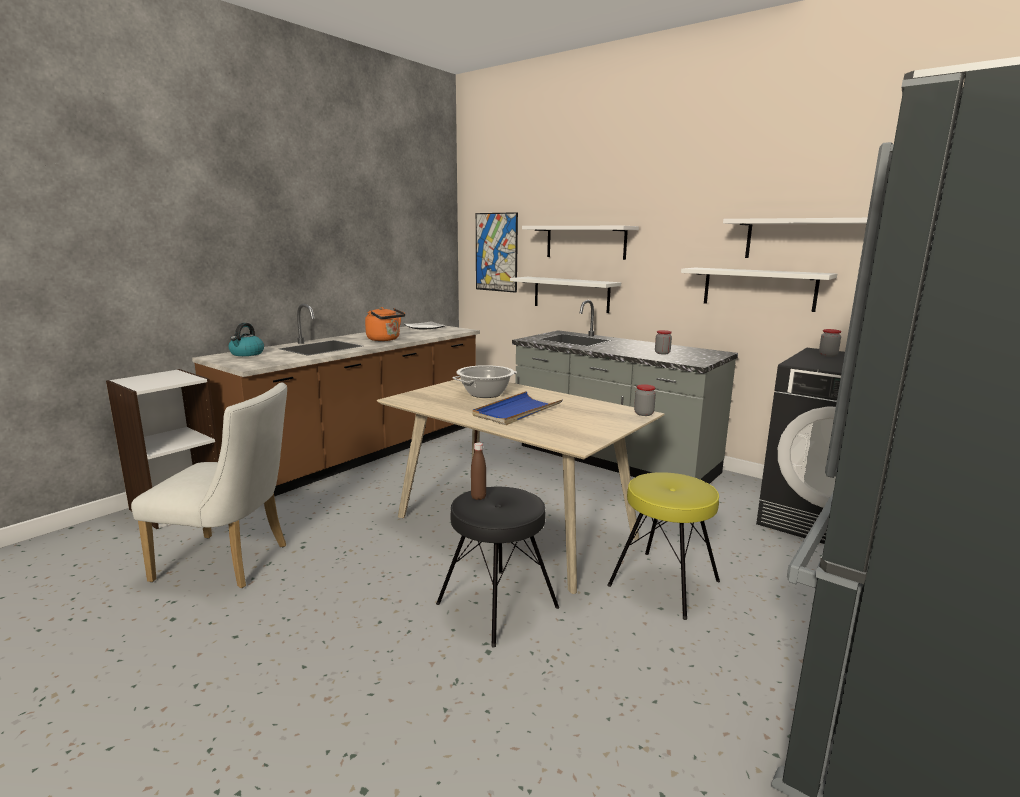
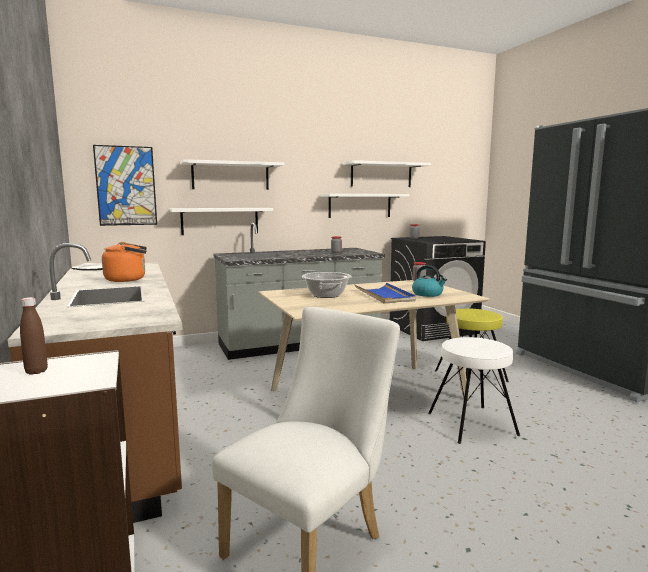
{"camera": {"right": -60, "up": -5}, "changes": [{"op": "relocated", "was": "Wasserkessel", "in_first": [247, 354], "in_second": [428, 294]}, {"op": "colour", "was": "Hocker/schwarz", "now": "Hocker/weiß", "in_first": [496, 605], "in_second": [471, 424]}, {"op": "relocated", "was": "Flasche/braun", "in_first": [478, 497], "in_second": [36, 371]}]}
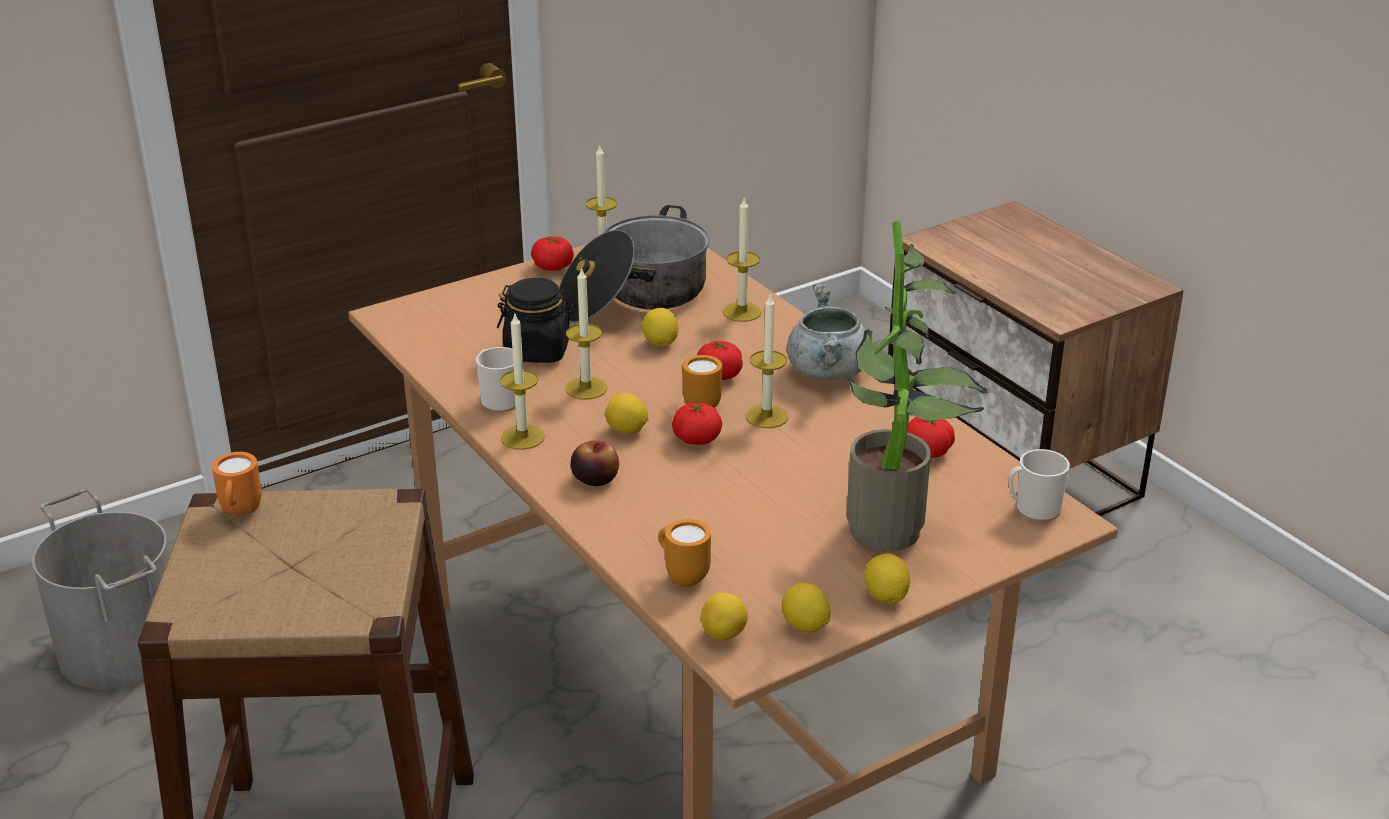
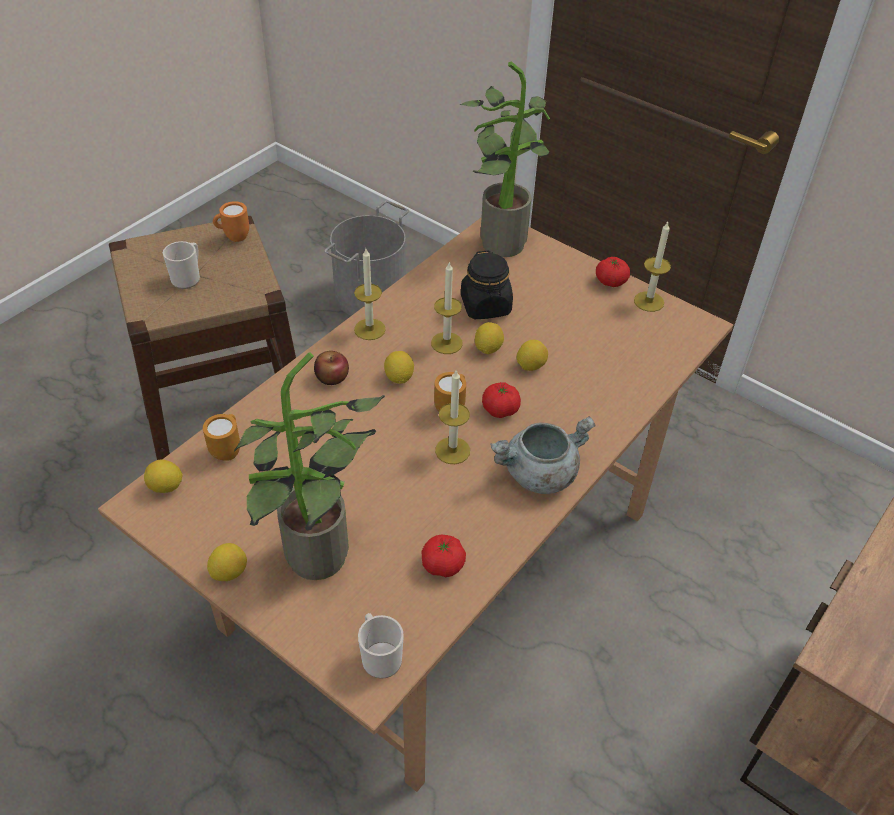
{"camera": {"right": 70, "up": 15}, "changes": [{"op": "relocated", "was": "Henkelbecher", "in_first": [498, 399], "in_second": [188, 278]}, {"op": "missing", "was": "Kochtopf", "in_first": [634, 297]}, {"op": "missing", "was": "Tomate", "in_first": [697, 439]}, {"op": "missing", "was": "Kerze", "in_first": [742, 312]}, {"op": "relocated", "was": "Zitrone", "in_first": [805, 626], "in_second": [488, 348]}, {"op": "appeared", "now": "Topfpflanze", "in_second": [500, 239]}]}
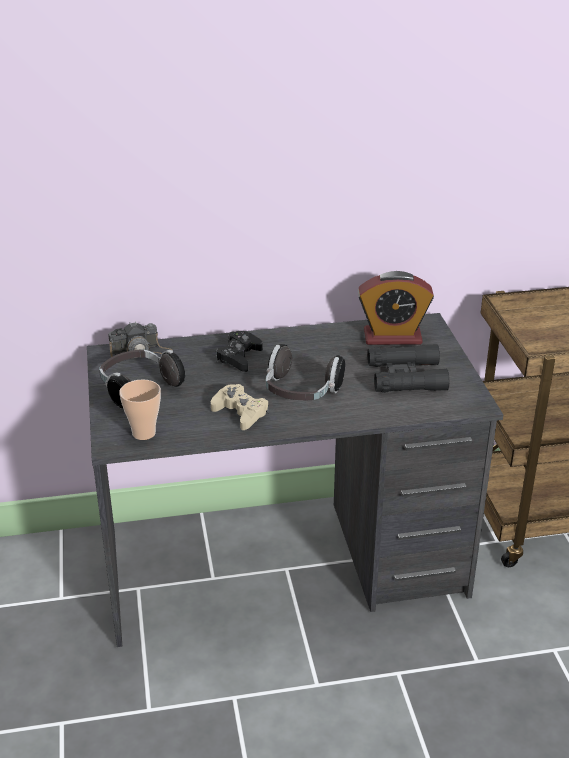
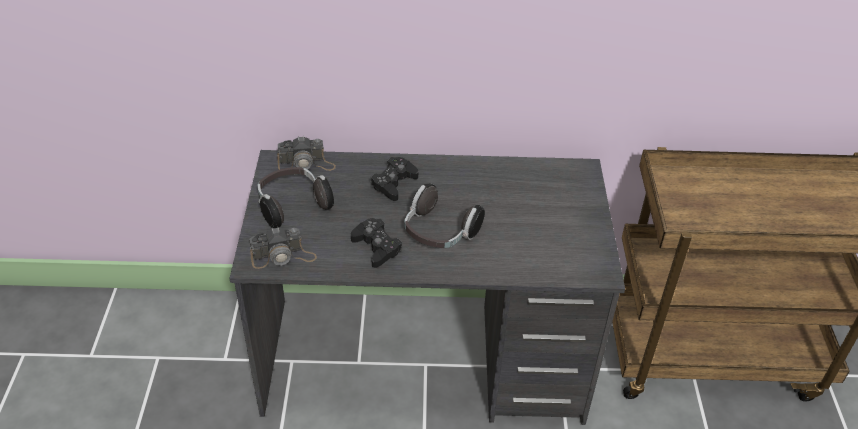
{"camera": {"right": 10, "up": 10}, "changes": [{"op": "exchanged", "was": "Tasse", "now": "Kamera", "in_first": [144, 433], "in_second": [283, 256]}, {"op": "colour", "was": "Gamepad/beige", "now": "Gamepad/schwarz", "in_first": [240, 412], "in_second": [376, 247]}, {"op": "missing", "was": "Wecker", "in_first": [392, 337]}, {"op": "missing", "was": "Fernglas/schwarz", "in_first": [406, 377]}]}
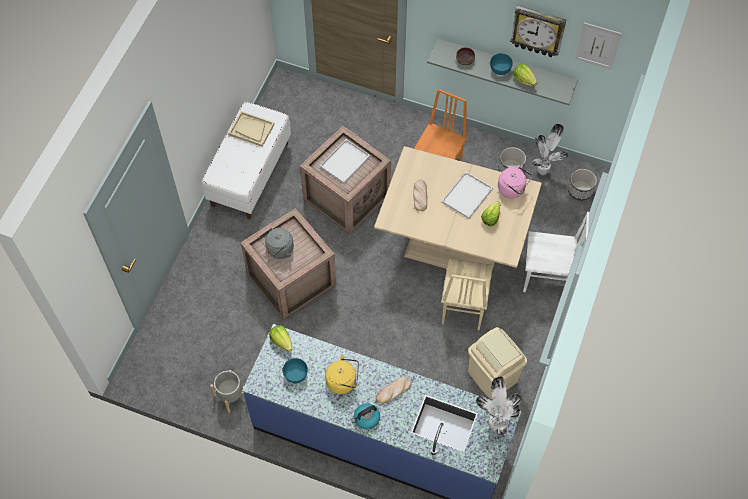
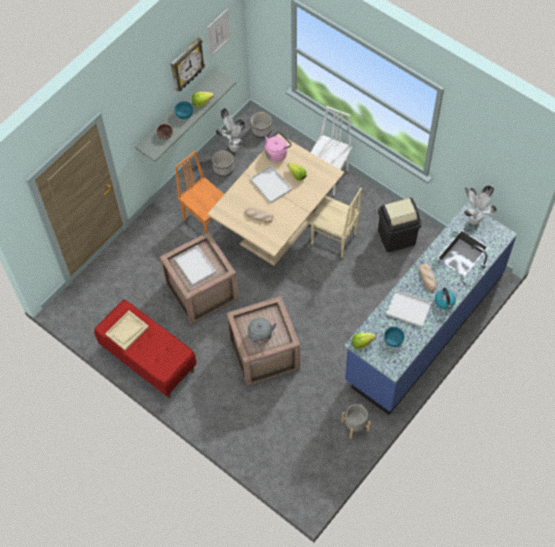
{"camera": {"right": -70, "up": 0}, "changes": [{"op": "colour", "was": "Bank/weiß", "now": "Bank/rot", "in_first": [250, 173], "in_second": [148, 359]}, {"op": "exchanged", "was": "Wasserkessel/gelb", "now": "Tablett/weiß", "in_first": [343, 381], "in_second": [409, 309]}, {"op": "colour", "was": "Mülleimer/beige", "now": "Mülleimer/schwarz", "in_first": [493, 375], "in_second": [396, 237]}]}
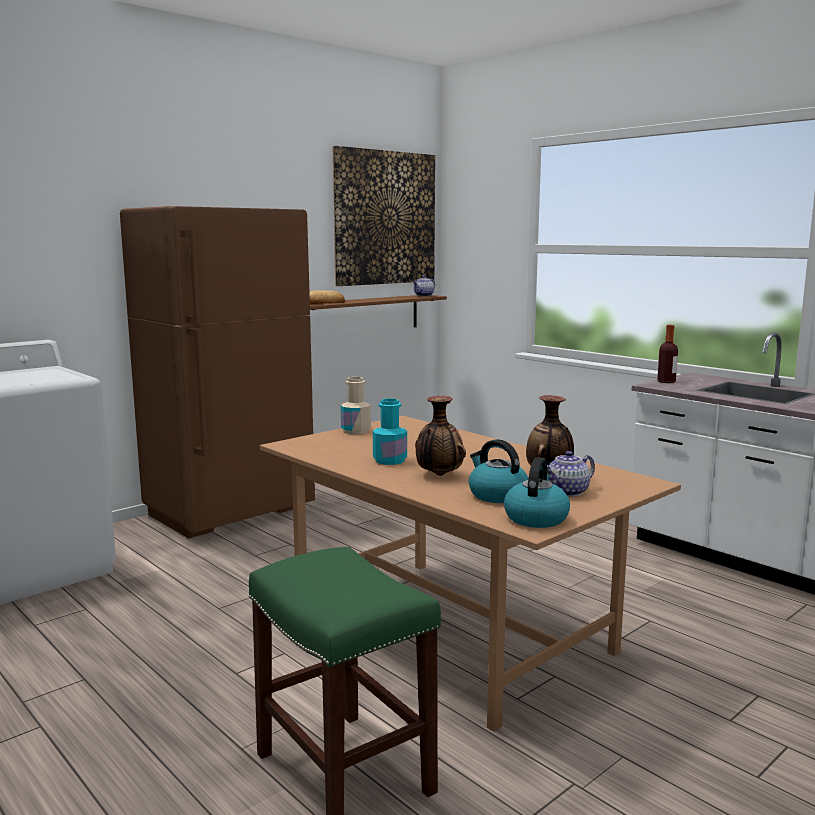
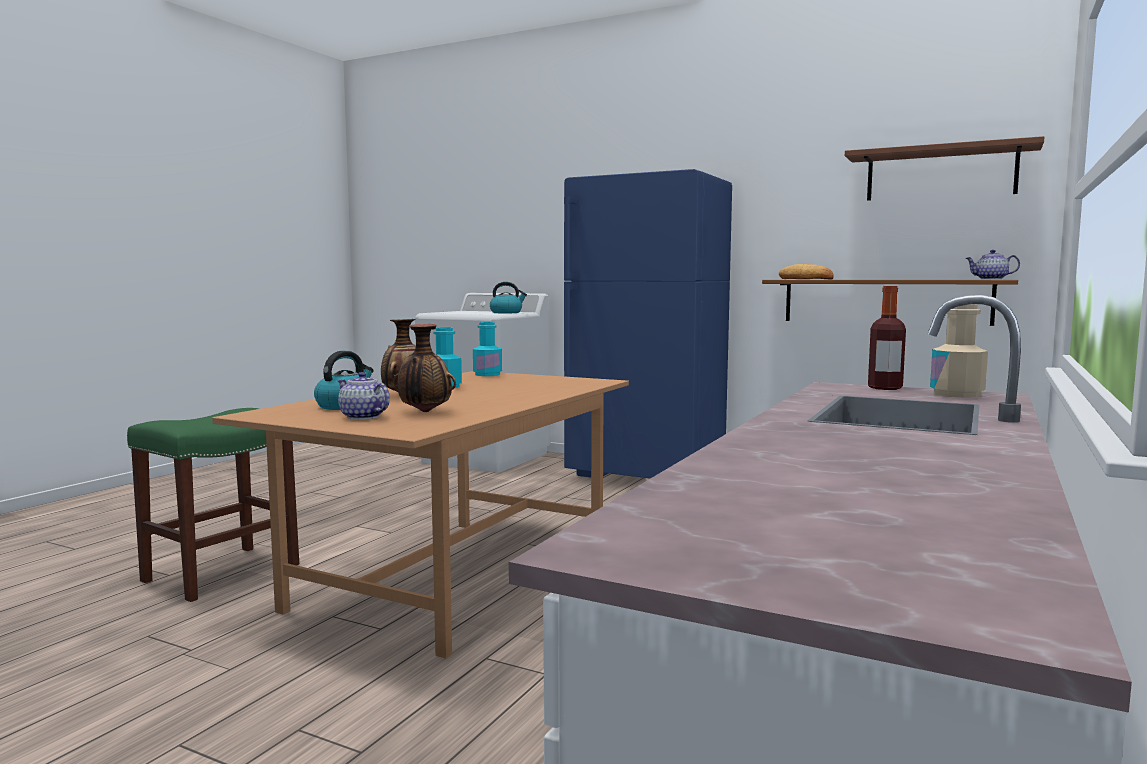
{"camera": {"right": 70, "up": -5}, "changes": [{"op": "colour", "was": "Kühlschrank/braun", "now": "Kühlschrank/blau", "in_first": [231, 514], "in_second": [646, 476]}, {"op": "exchanged", "was": "Bild", "now": "Wandregal/braun", "in_first": [385, 218], "in_second": [940, 174]}, {"op": "relocated", "was": "Flasche/beige", "in_first": [356, 431], "in_second": [956, 394]}, {"op": "relocated", "was": "Wasserkessel", "in_first": [536, 518], "in_second": [506, 312]}, {"op": "appeared", "now": "Flasche/türkis", "in_second": [487, 374]}]}
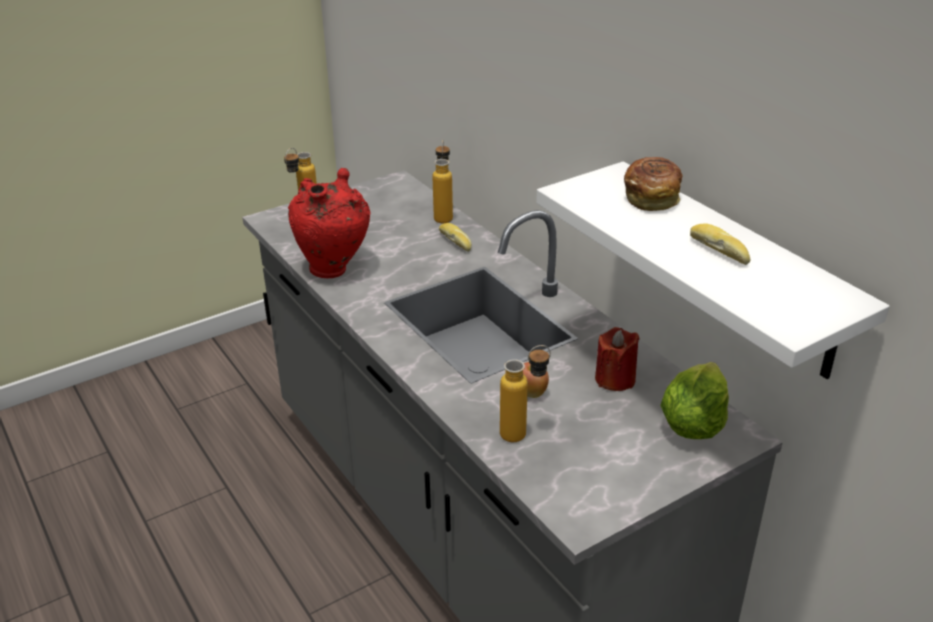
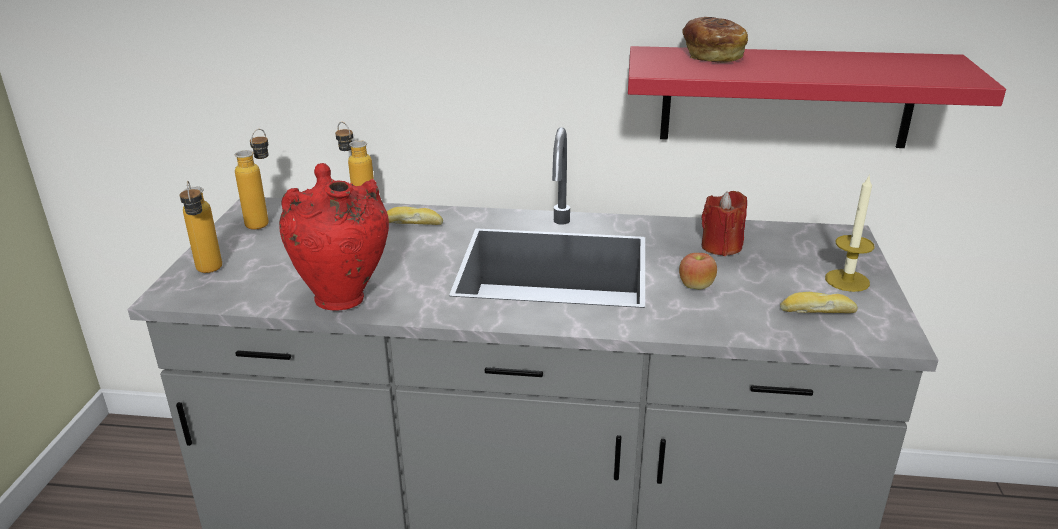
{"camera": {"right": -50, "up": -5}, "changes": [{"op": "relocated", "was": "Flasche", "in_first": [523, 433], "in_second": [264, 221]}, {"op": "colour", "was": "Wandregal/weiß", "now": "Wandregal/rot", "in_first": [732, 269], "in_second": [786, 97]}, {"op": "missing", "was": "Salatkopf", "in_first": [693, 424]}, {"op": "relocated", "was": "Brot", "in_first": [720, 250], "in_second": [817, 311]}, {"op": "appeared", "now": "Kerze", "in_second": [847, 280]}]}
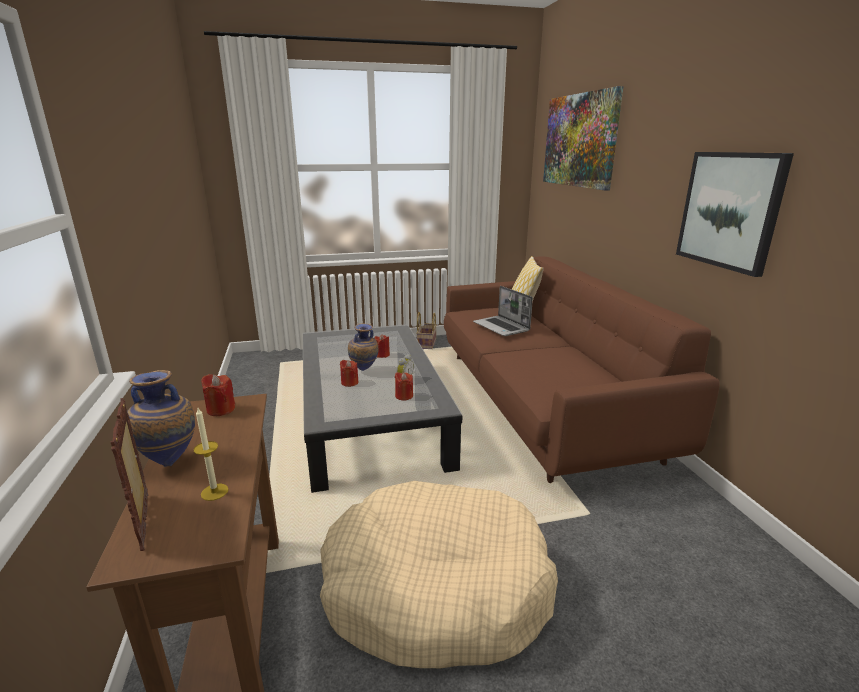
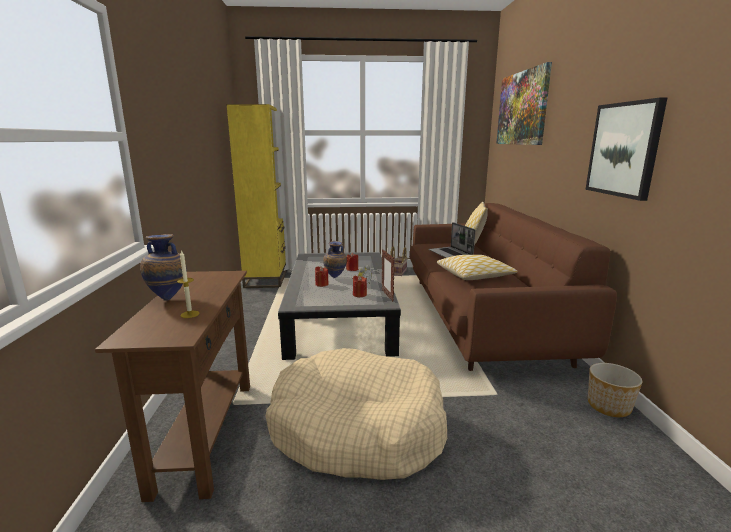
{"camera": {"right": 10, "up": -5}, "changes": [{"op": "relocated", "was": "Bilderrahmen", "in_first": [146, 521], "in_second": [387, 295]}, {"op": "missing", "was": "Kerze/rot", "in_first": [221, 409]}, {"op": "appeared", "now": "Bücherregal/gelb", "in_second": [266, 279]}, {"op": "appeared", "now": "Kissen", "in_second": [474, 276]}, {"op": "appeared", "now": "Pflanzkübel", "in_second": [609, 406]}]}
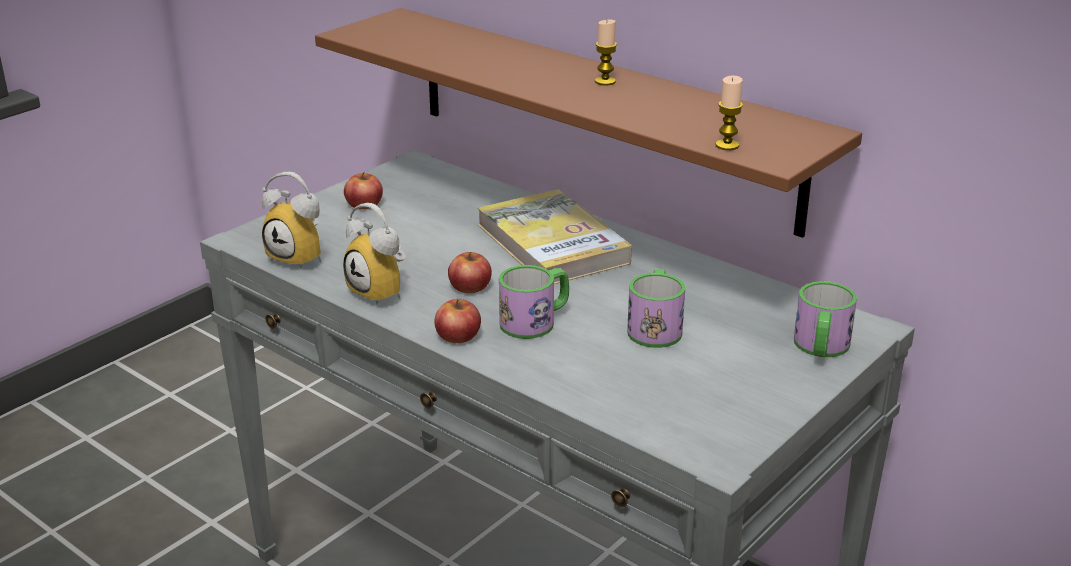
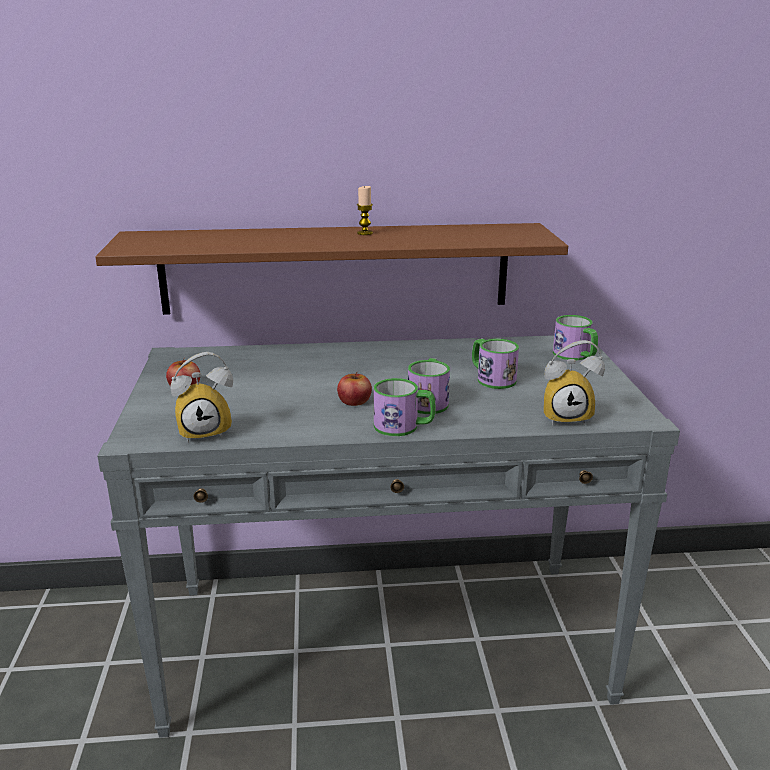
{"camera": {"right": -45, "up": -5}, "changes": [{"op": "relocated", "was": "Wecker", "in_first": [383, 292], "in_second": [567, 417]}, {"op": "exchanged", "was": "Apfel", "now": "Henkelbecher", "in_first": [458, 335], "in_second": [404, 426]}, {"op": "missing", "was": "Buch", "in_first": [552, 244]}, {"op": "missing", "was": "Kerze", "in_first": [727, 145]}]}
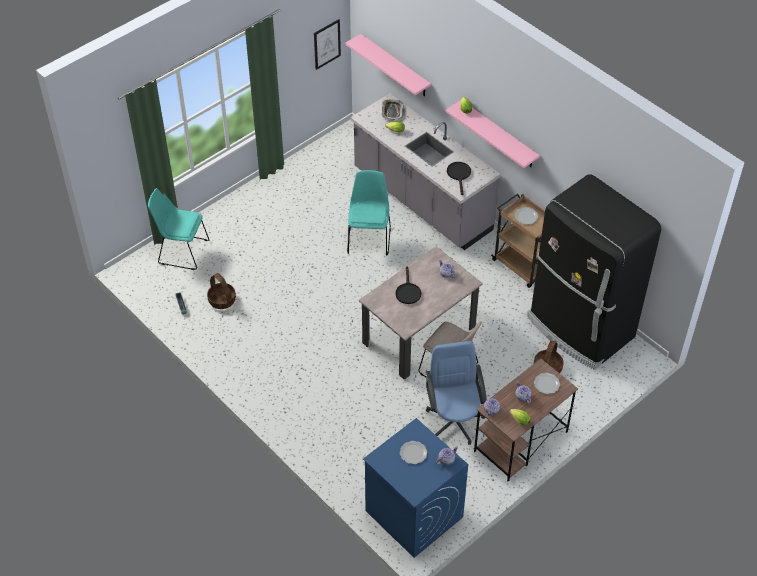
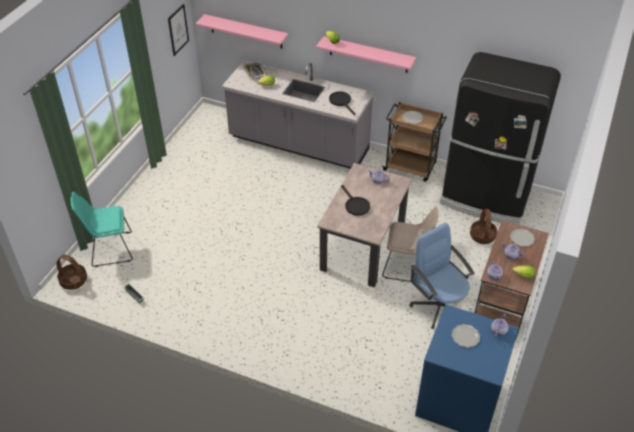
{"camera": {"right": -25, "up": -5}, "changes": [{"op": "relocated", "was": "Korb", "in_first": [222, 300], "in_second": [74, 280]}, {"op": "missing", "was": "Stuhl/türkis", "in_first": [369, 239]}]}
